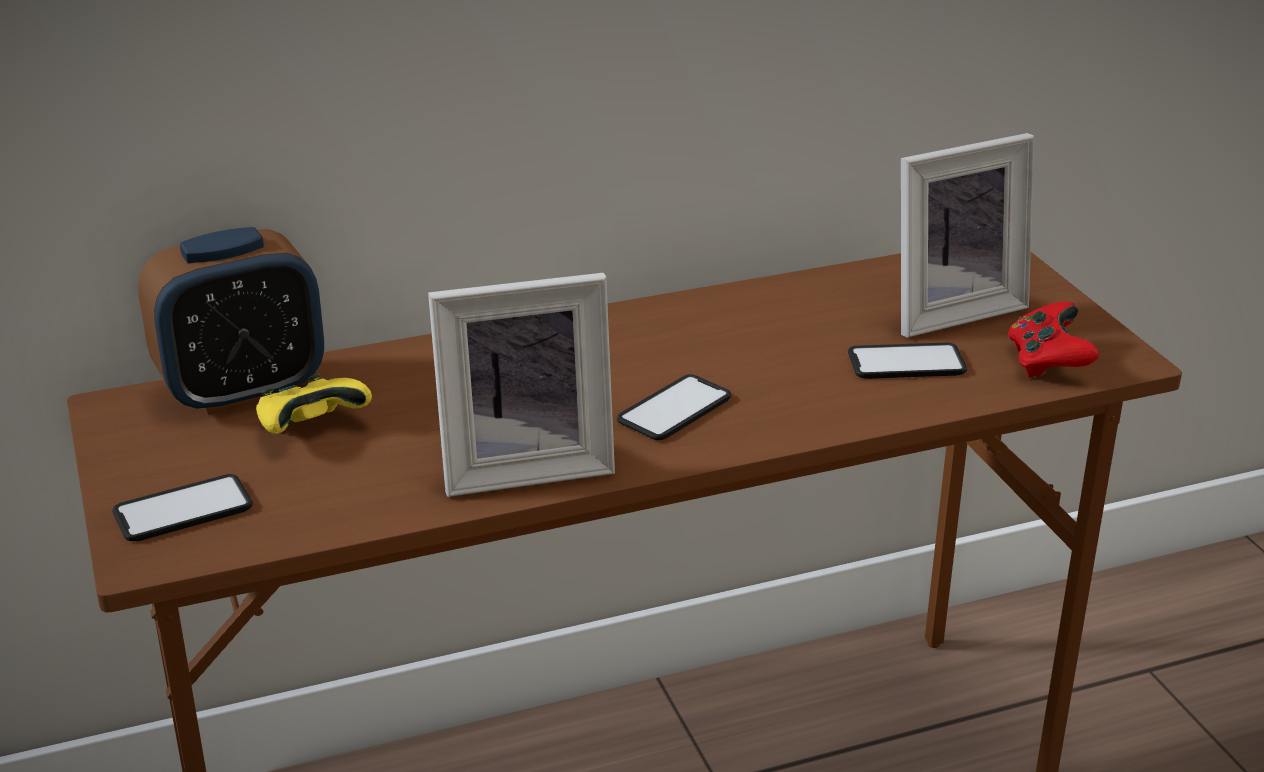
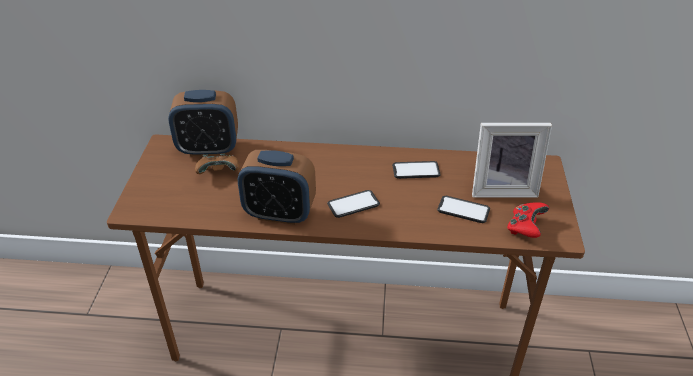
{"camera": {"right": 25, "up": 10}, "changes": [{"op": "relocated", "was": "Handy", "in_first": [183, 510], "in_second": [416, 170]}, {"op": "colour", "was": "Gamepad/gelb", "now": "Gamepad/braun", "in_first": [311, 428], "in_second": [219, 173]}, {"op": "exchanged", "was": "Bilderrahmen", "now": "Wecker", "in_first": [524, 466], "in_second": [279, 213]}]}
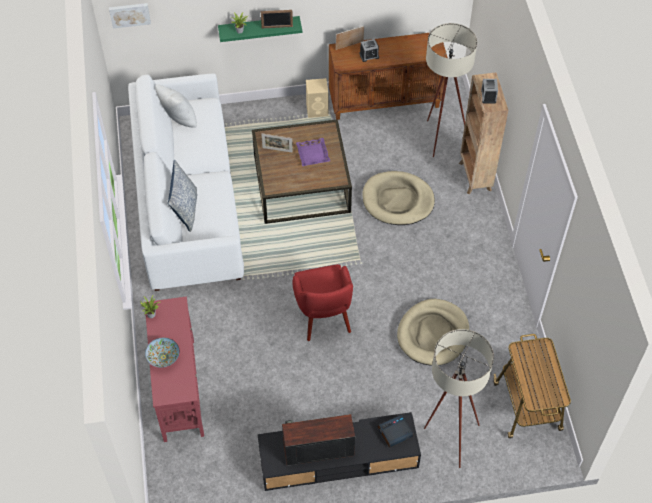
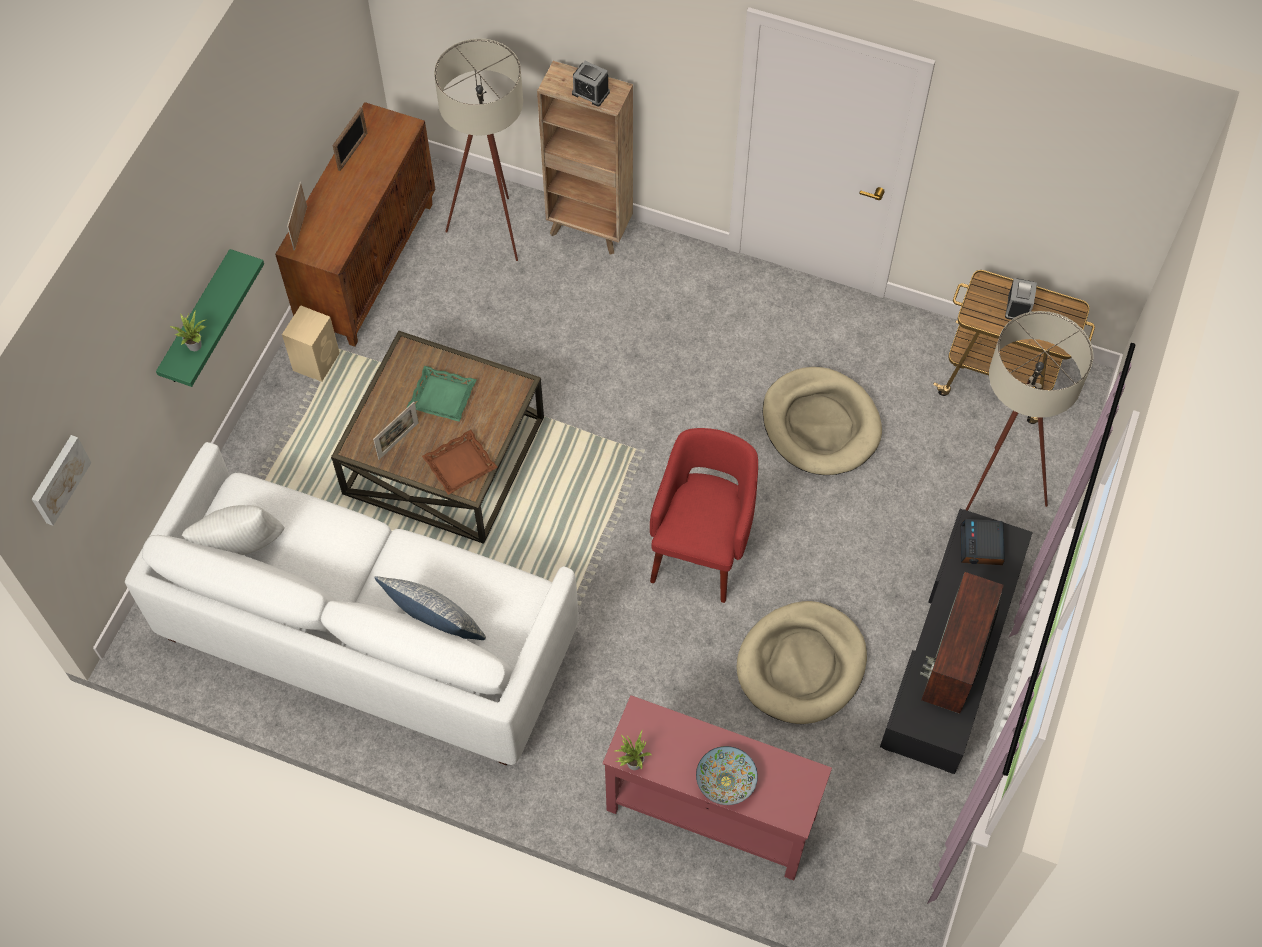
{"camera": {"right": -60, "up": 5}, "changes": [{"op": "relocated", "was": "Bilderrahmen", "in_first": [277, 27], "in_second": [353, 151]}, {"op": "spun", "was": "Sessel/rot", "in_first": [323, 315], "in_second": [702, 547], "clockwise": -90}, {"op": "colour", "was": "Tablett/lila", "now": "Tablett/grün", "in_first": [313, 154], "in_second": [442, 396]}, {"op": "relocated", "was": "Wecker", "in_first": [369, 55], "in_second": [1018, 307]}, {"op": "relocated", "was": "Hundebett/beige", "in_first": [397, 200], "in_second": [801, 665]}, {"op": "appeared", "now": "Tablett/braun", "in_second": [460, 466]}]}
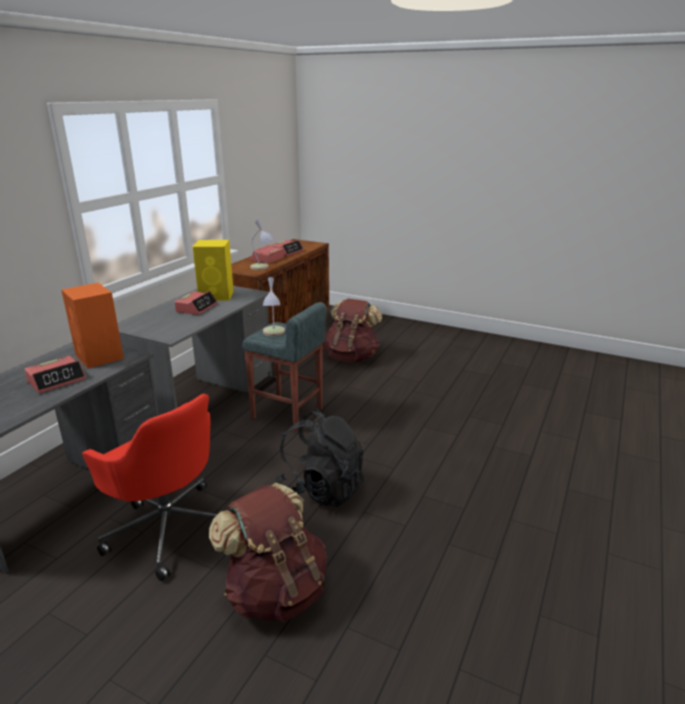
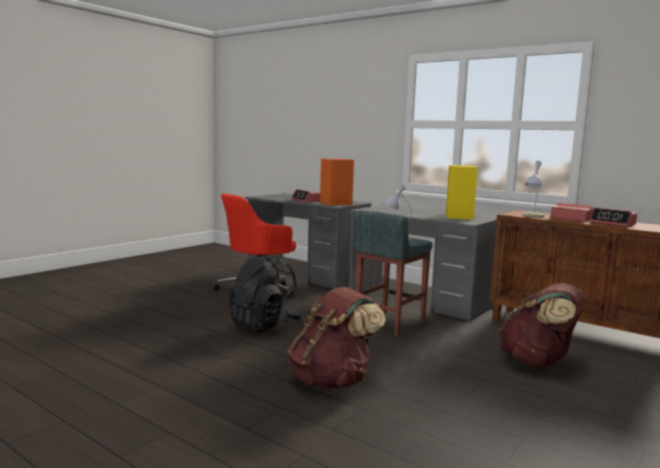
{"camera": {"right": 100, "up": -15}, "changes": [{"op": "missing", "was": "Wecker", "in_first": [196, 308]}, {"op": "relocated", "was": "Rucksack/braun", "in_first": [276, 591], "in_second": [332, 380]}]}
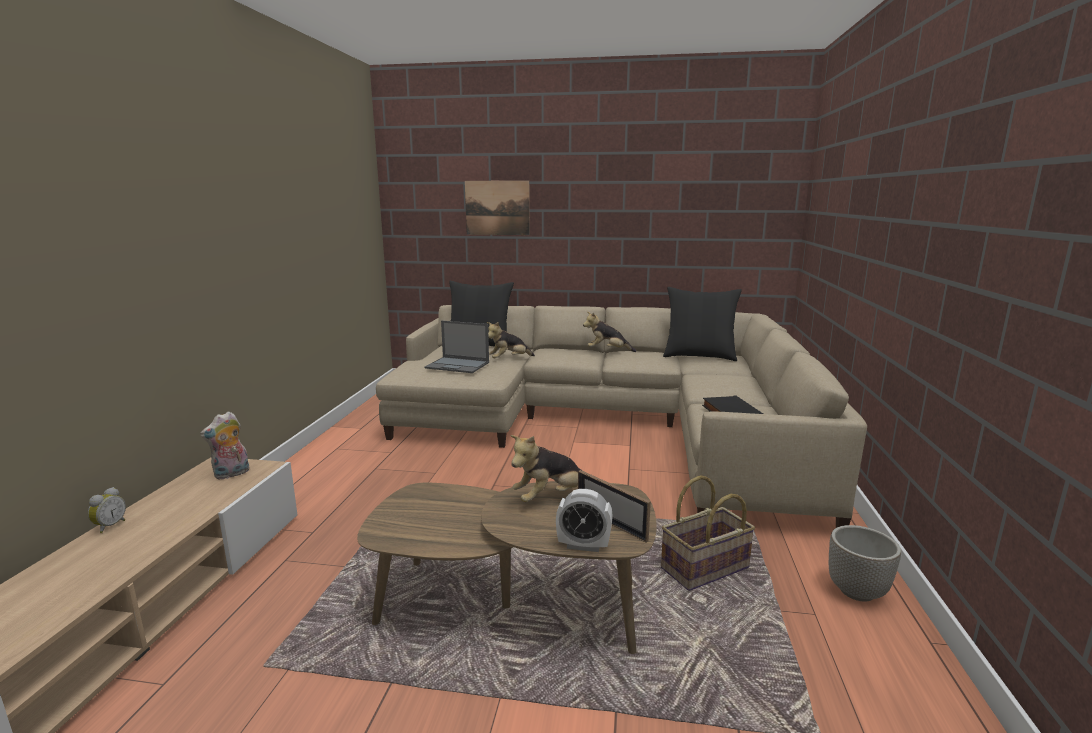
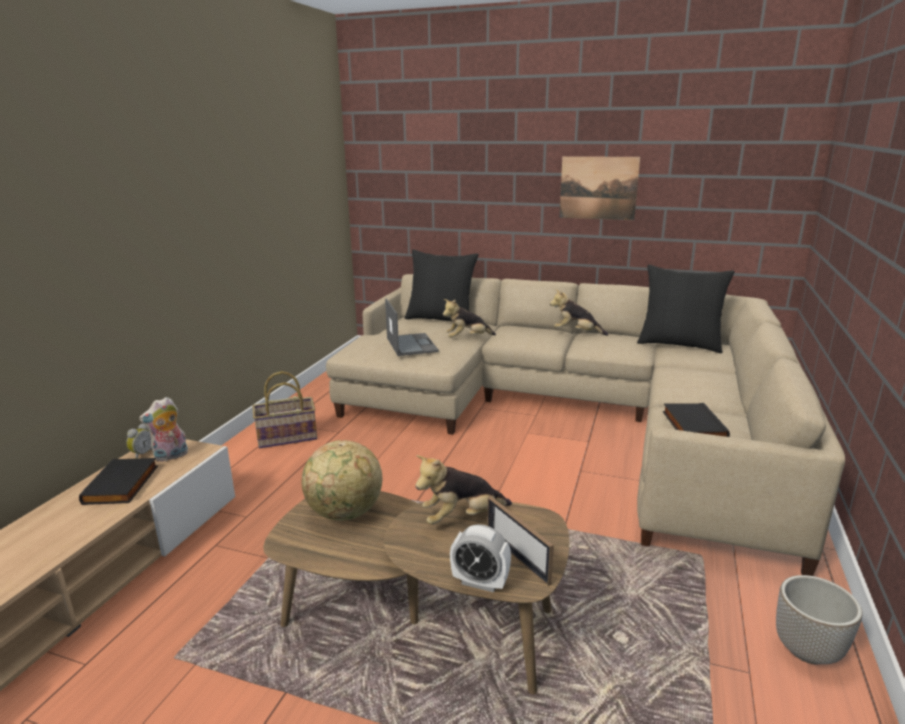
{"camera": {"right": 10, "up": 5}, "changes": [{"op": "relocated", "was": "Wecker", "in_first": [109, 526], "in_second": [142, 454]}, {"op": "spun", "was": "Laptop", "in_first": [458, 365], "in_second": [411, 344], "clockwise": -135}, {"op": "relocated", "was": "Bild", "in_first": [497, 208], "in_second": [598, 188]}, {"op": "relocated", "was": "Korb", "in_first": [705, 569], "in_second": [287, 438]}, {"op": "appeared", "now": "Buch/schwarz", "in_second": [123, 485]}, {"op": "appeared", "now": "Globus", "in_second": [345, 513]}]}
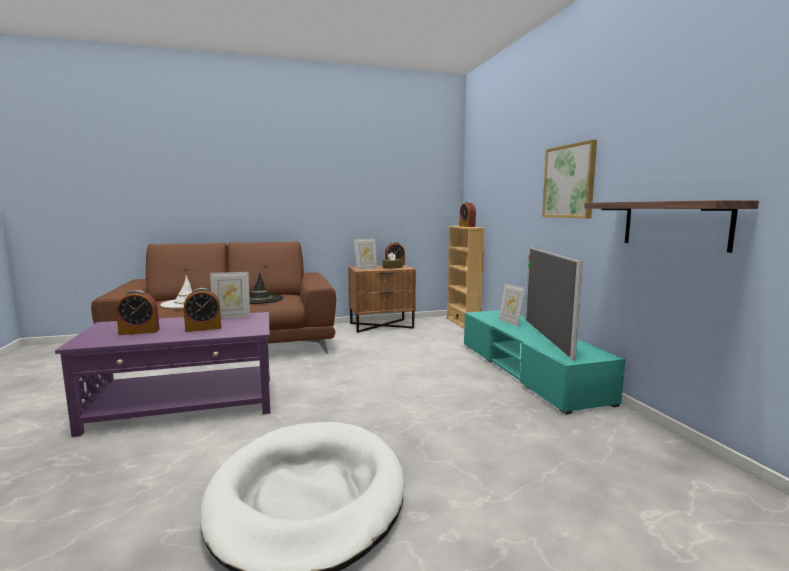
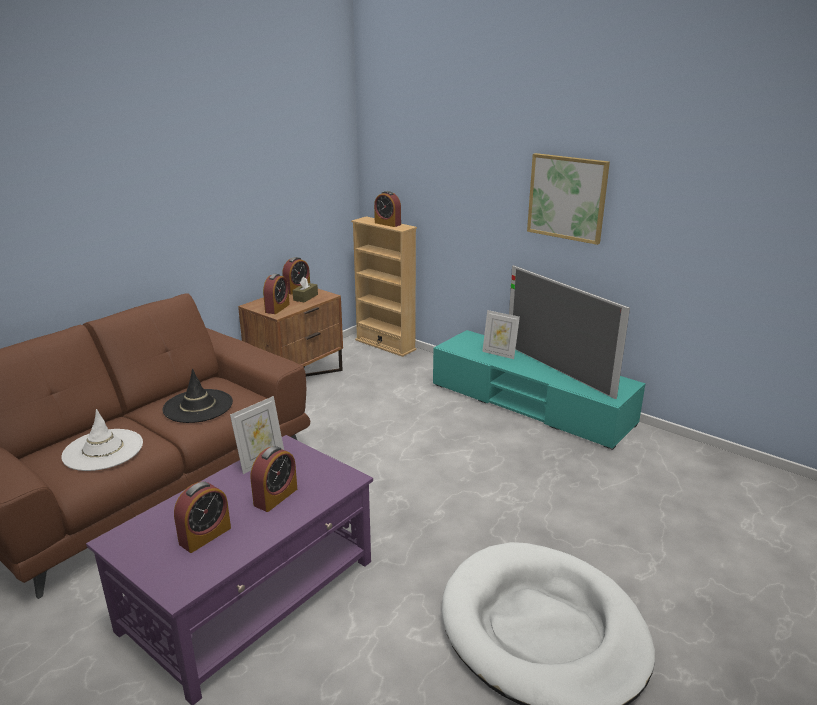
{"camera": {"right": -35, "up": 15}, "changes": [{"op": "exchanged", "was": "Bilderrahmen", "now": "Wecker", "in_first": [366, 268], "in_second": [277, 308]}, {"op": "missing", "was": "Wandregal", "in_first": [674, 224]}]}
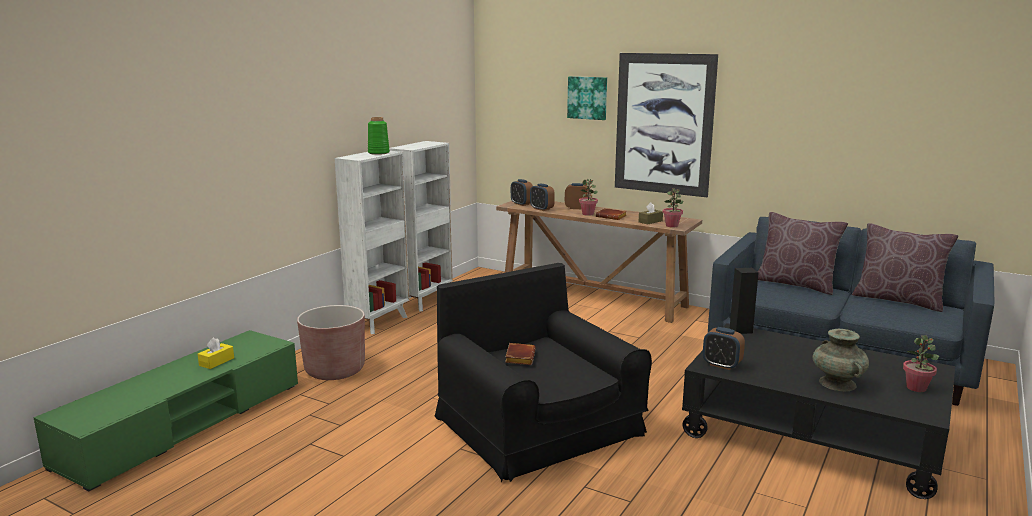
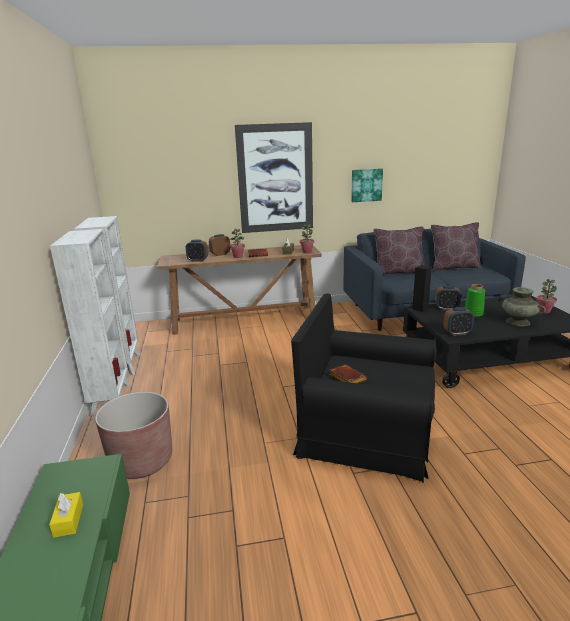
{"camera": {"right": -40, "up": 5}, "changes": [{"op": "relocated", "was": "Vase/grün", "in_first": [379, 153], "in_second": [474, 314]}, {"op": "relocated", "was": "Wecker", "in_first": [521, 204], "in_second": [446, 308]}, {"op": "relocated", "was": "Bild", "in_first": [587, 97], "in_second": [366, 185]}]}
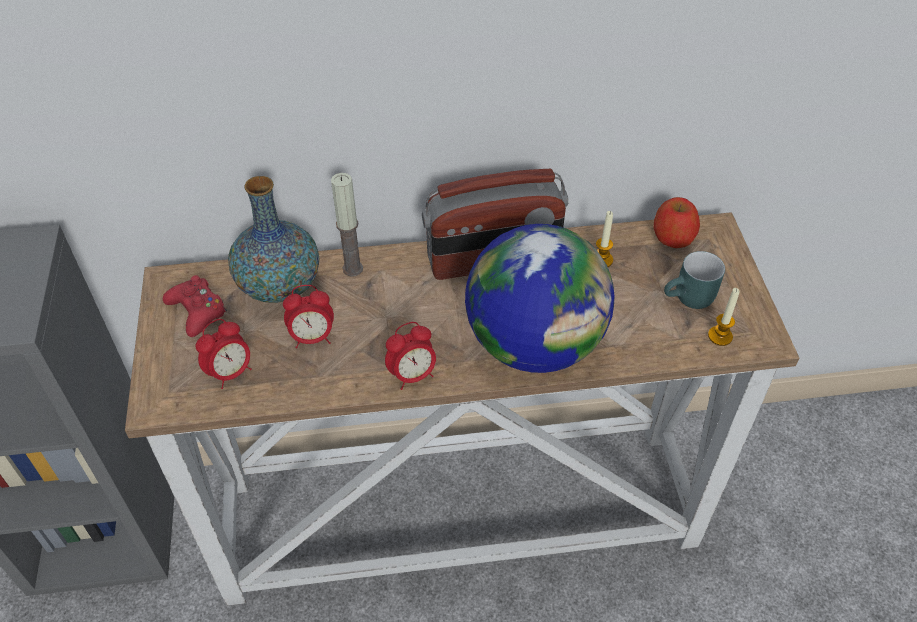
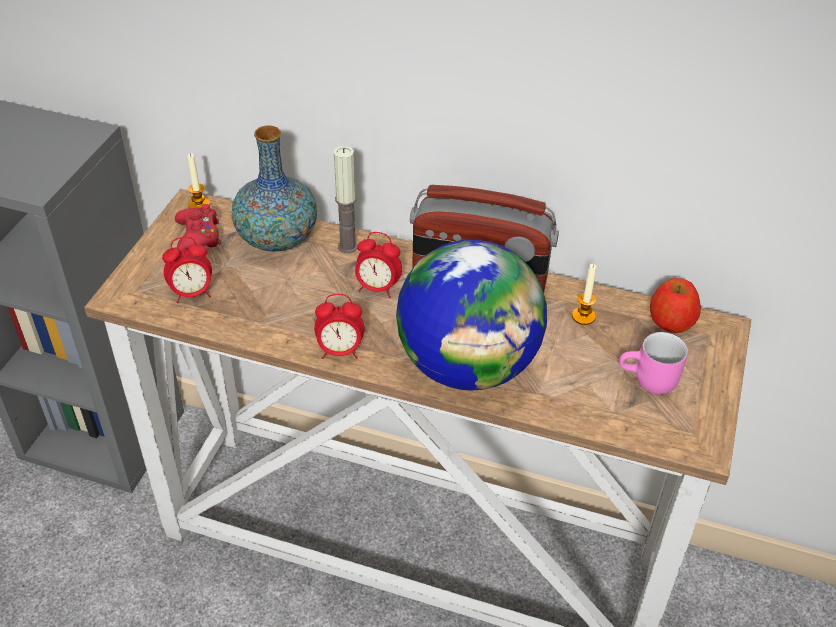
{"camera": {"right": 25, "up": -5}, "changes": [{"op": "relocated", "was": "Wecker", "in_first": [312, 338], "in_second": [377, 288]}, {"op": "colour", "was": "Henkelbecher/türkis", "now": "Henkelbecher/rosa", "in_first": [690, 300], "in_second": [649, 382]}, {"op": "relocated", "was": "Kerze", "in_first": [720, 336], "in_second": [199, 205]}]}
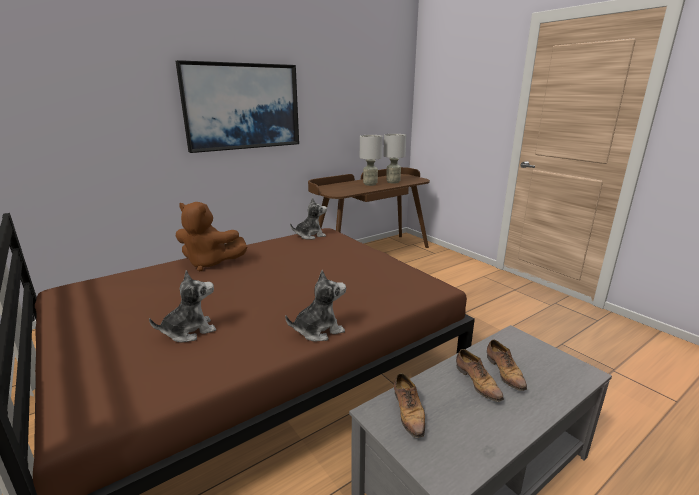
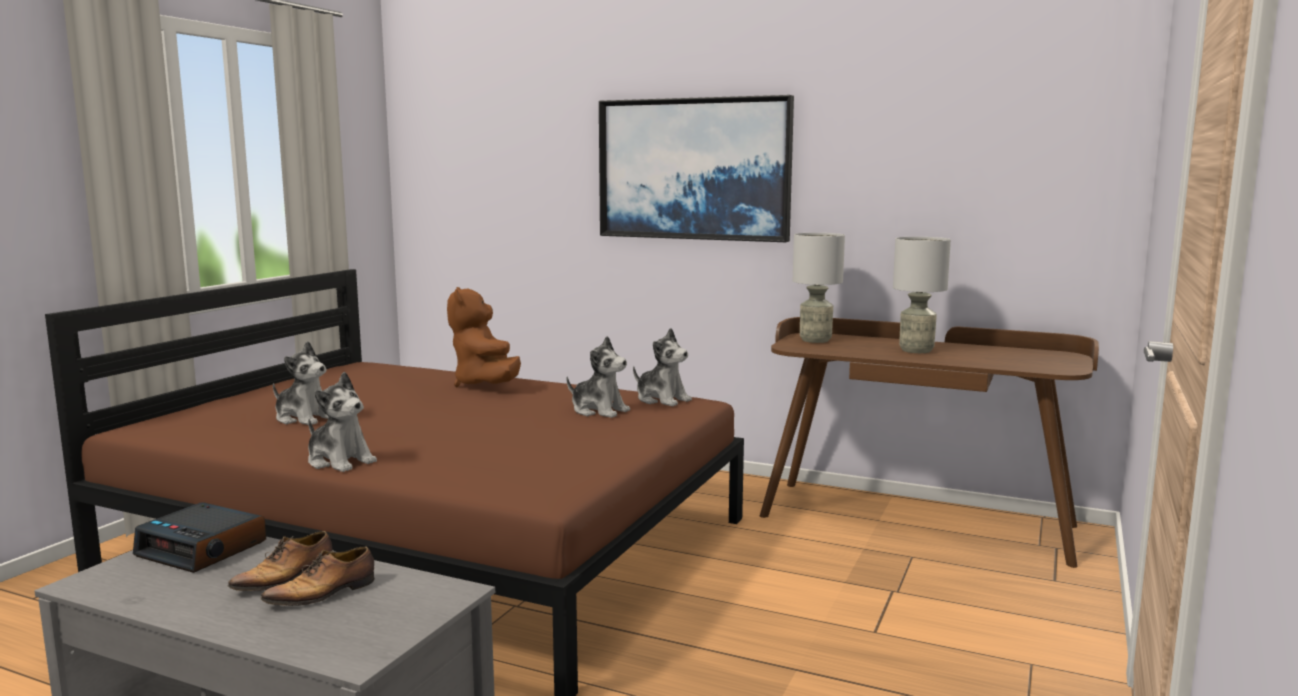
{"camera": {"right": 60, "up": -10}, "changes": [{"op": "relocated", "was": "Tischlampe/grau", "in_first": [393, 182], "in_second": [815, 340]}, {"op": "exchanged", "was": "Schuh", "now": "Wecker", "in_first": [409, 412], "in_second": [203, 549]}, {"op": "appeared", "now": "Plüschtier", "in_second": [599, 411]}]}
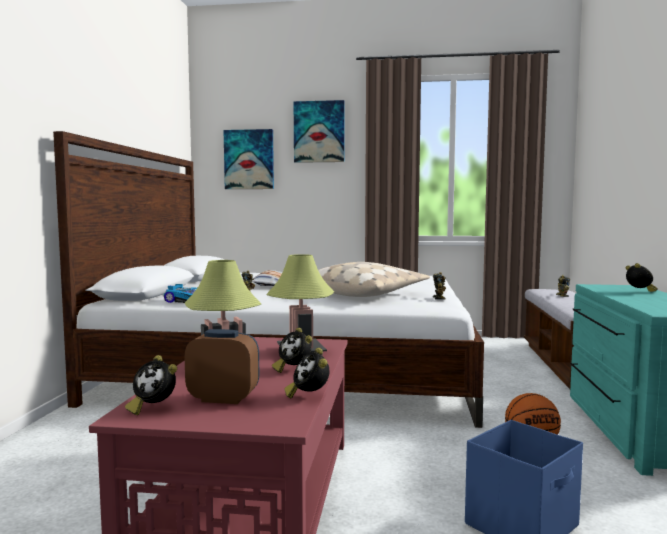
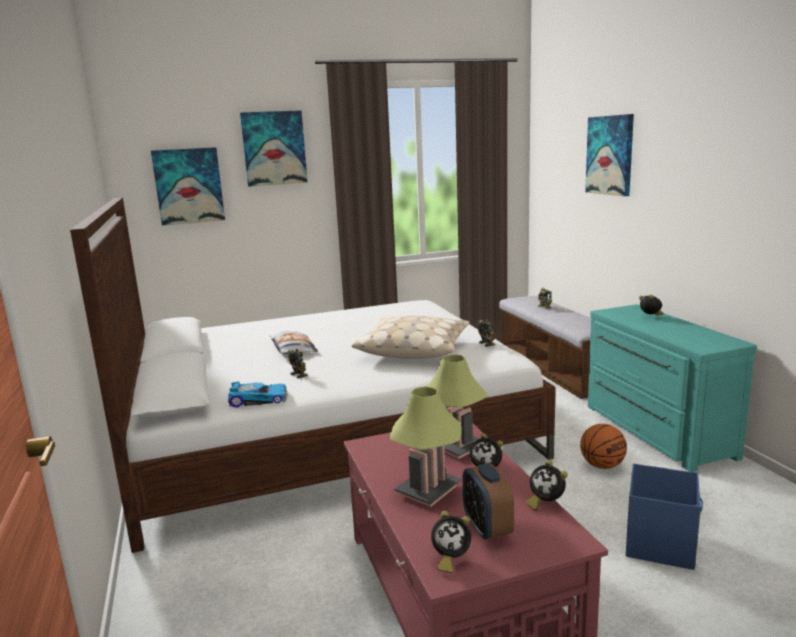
{"camera": {"right": -25, "up": 10}, "changes": [{"op": "spun", "was": "Wecker", "in_first": [223, 398], "in_second": [487, 528], "clockwise": -90}, {"op": "appeared", "now": "Bild", "in_second": [610, 155]}]}
